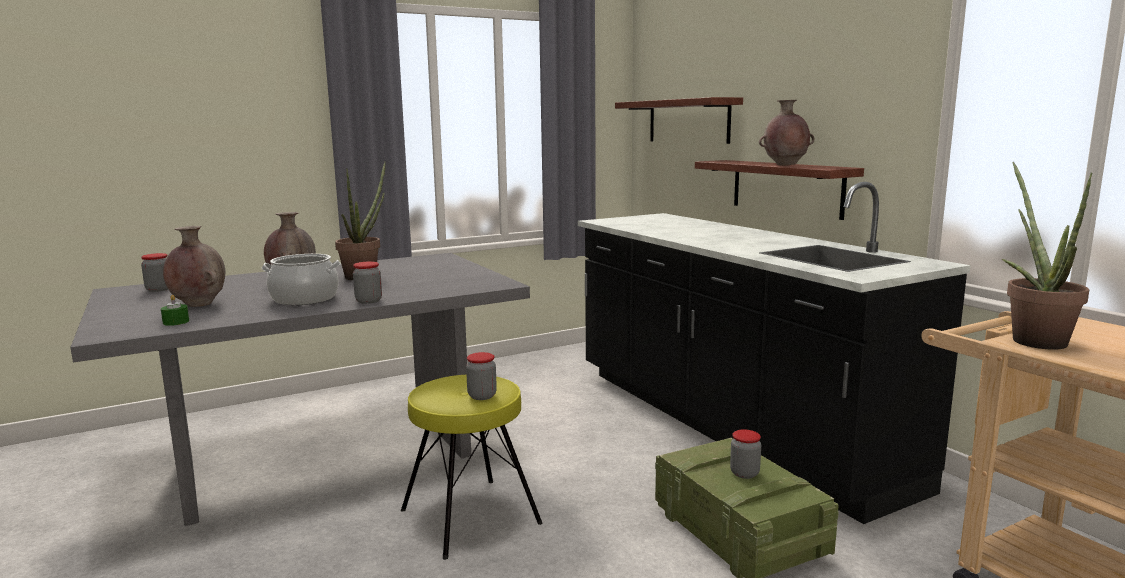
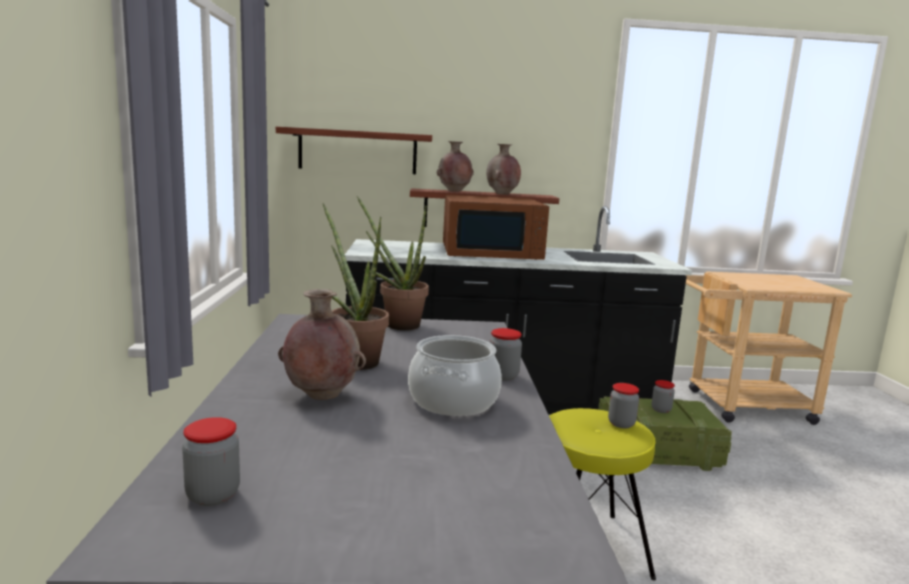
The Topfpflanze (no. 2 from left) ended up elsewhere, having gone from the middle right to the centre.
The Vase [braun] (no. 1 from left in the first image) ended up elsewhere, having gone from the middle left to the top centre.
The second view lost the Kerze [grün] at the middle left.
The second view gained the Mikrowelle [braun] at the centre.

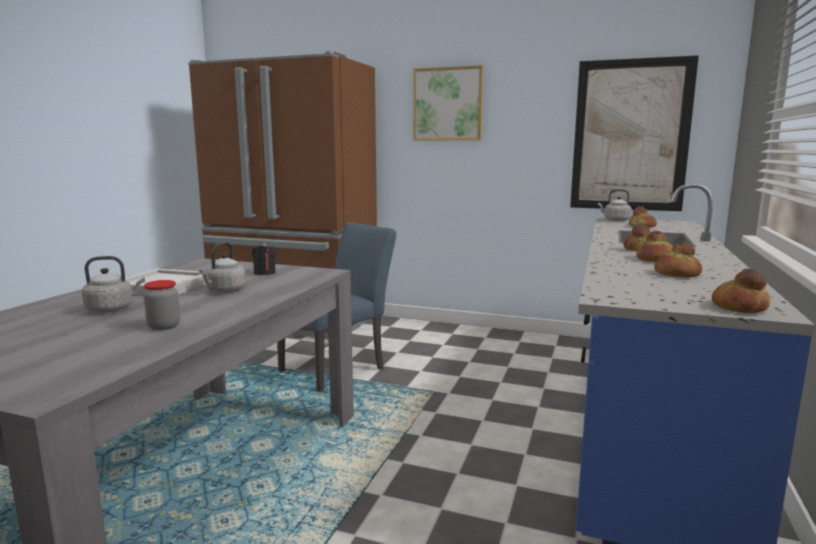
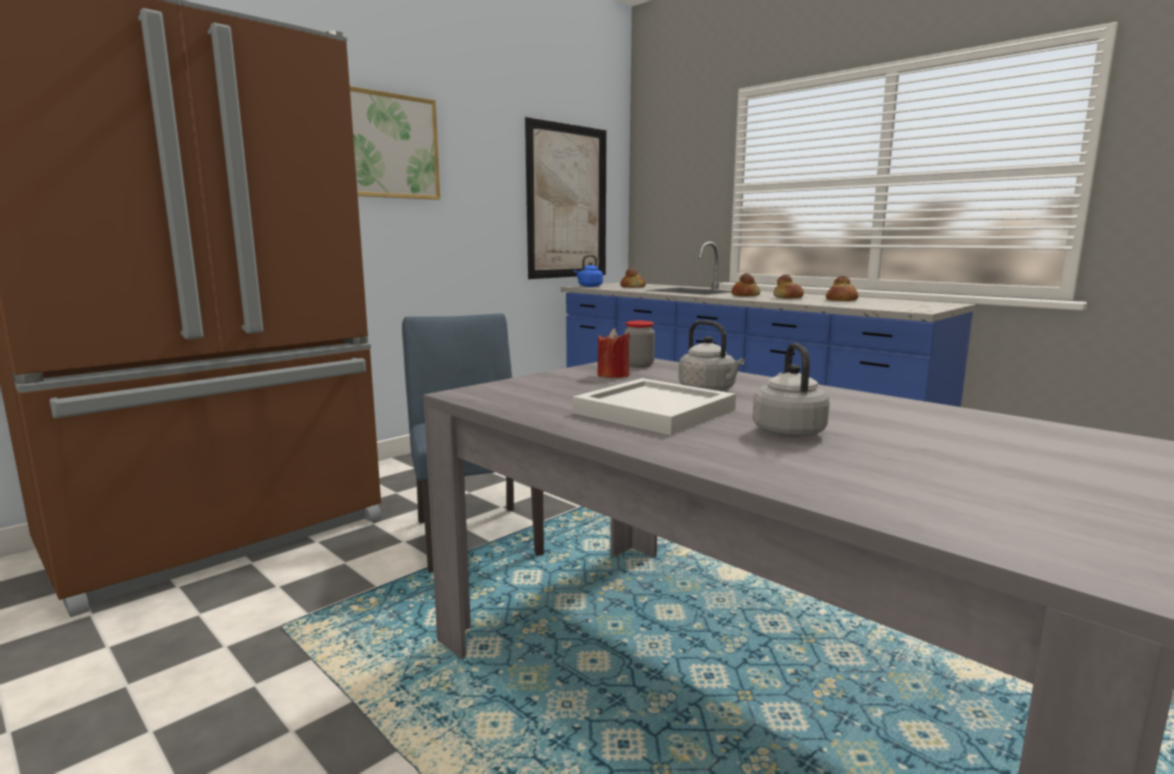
What was the Wasserkessel [grau] (no. 3 from left) at the middle right turned into the Wasserkessel [blau] at the centre.
What was the Kerze [schwarz] at the middle left turned into the Kerze [rot] at the centre.
The second view lost the Brot (no. 5 from left) at the middle right.
The Vorratsglas ended up elsewhere, having gone from the middle left to the centre.

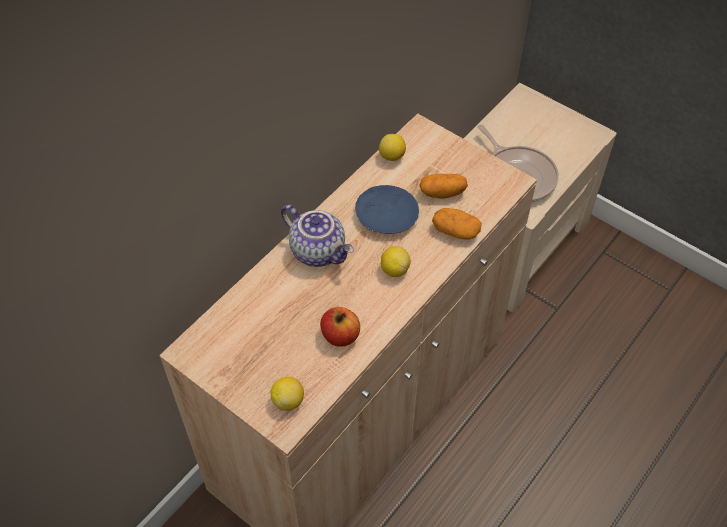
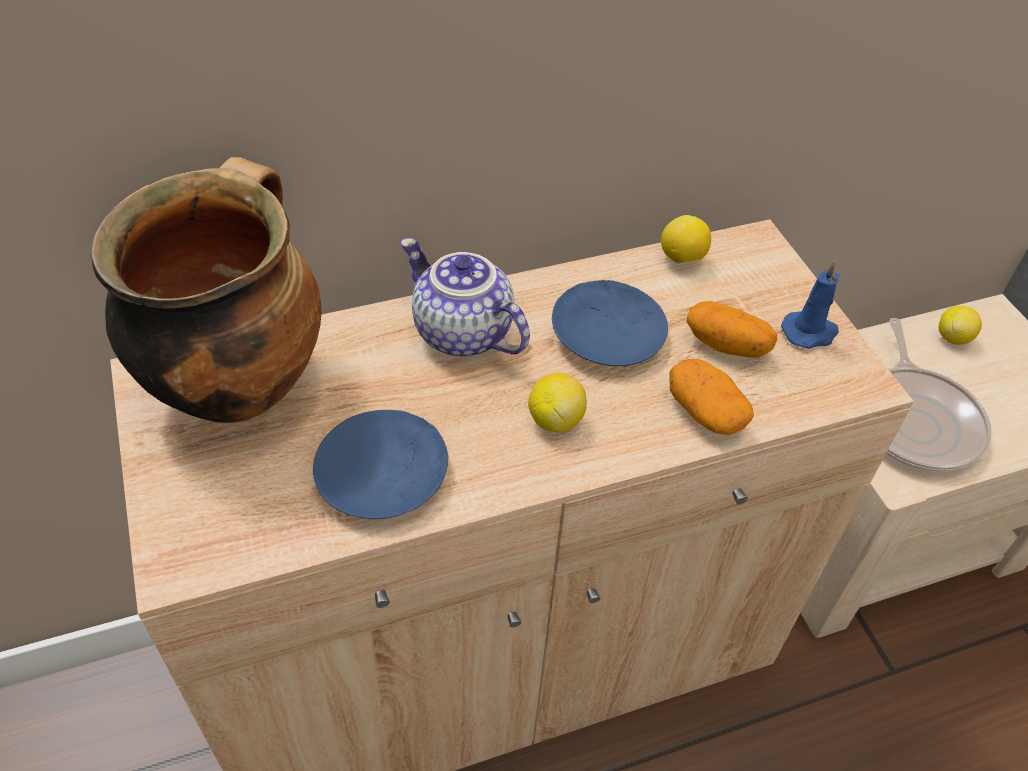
The Teekanne at the centre ended up facing another way, 150 degrees clockwise from before.
Where the Apfel stood at the centre, the Teller [blau] (no. 1 from left) came to stand at the centre.
The Zitrone (no. 1 from left in the first image) ended up elsewhere, having gone from the bottom centre to the middle right.
The second view gained the Kochtopf at the middle left.
The second view gained the Kerze [blau] at the middle right.

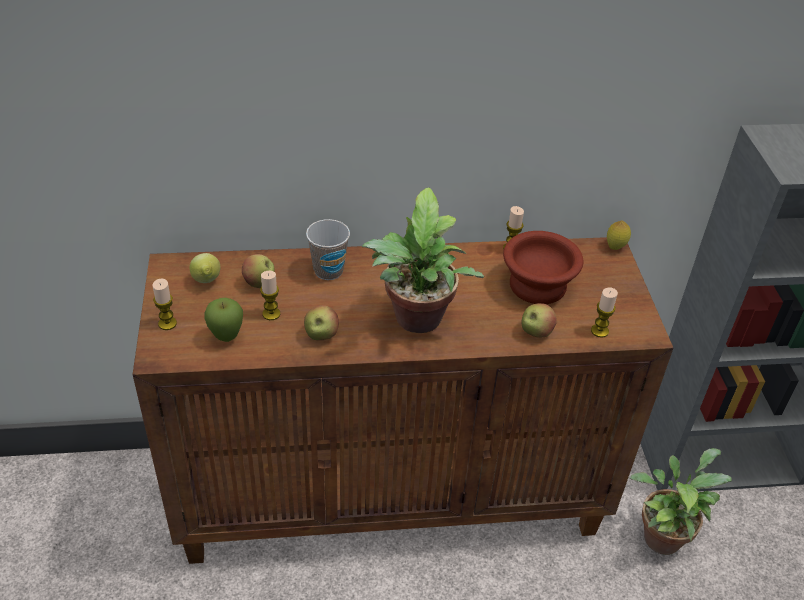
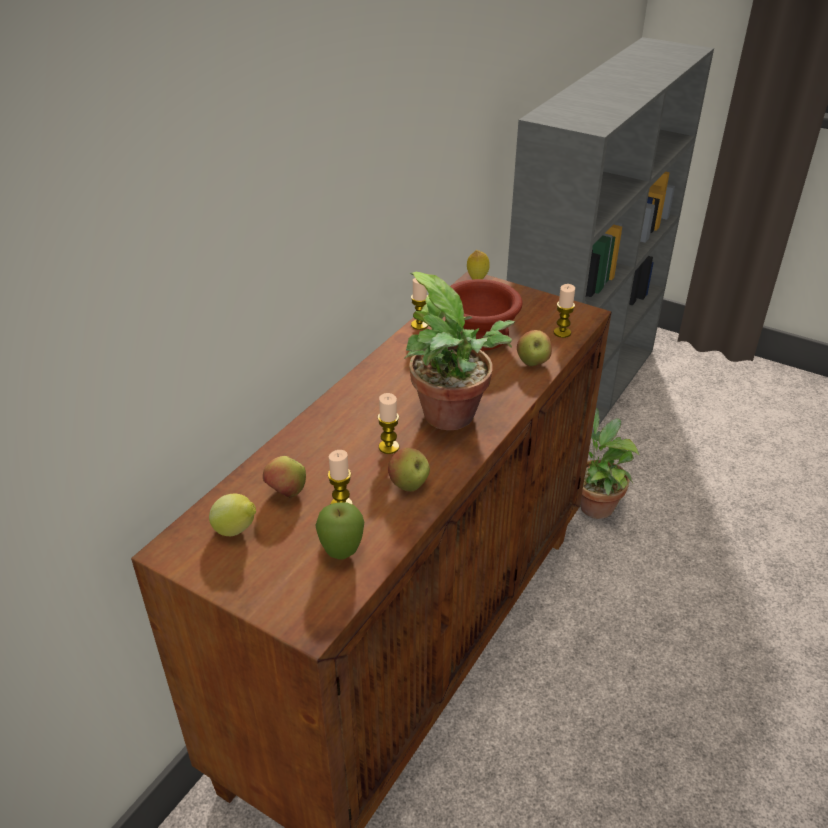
The second view lost the Tasse at the centre.
The Kerze (no. 1 from left in the first image) ended up elsewhere, having gone from the middle left to the centre.

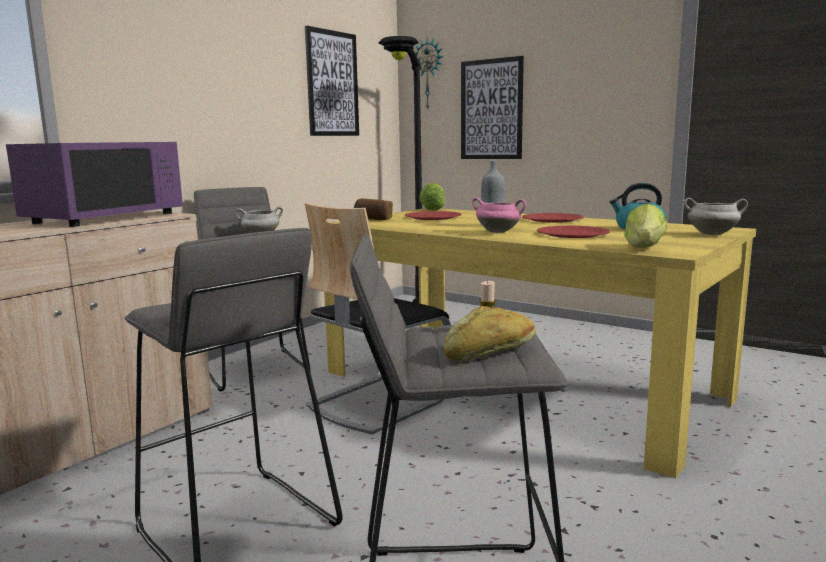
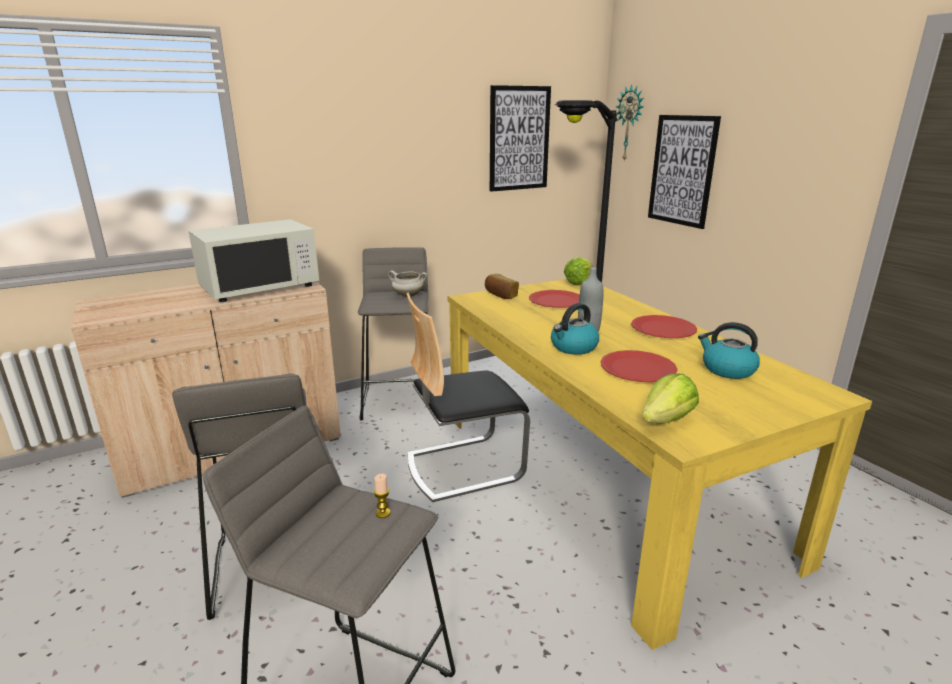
What was the Mikrowelle [lila] at the top left turned into the Mikrowelle [weiß] at the middle left.
Where the Kochtopf [rosa] stood at the centre, the Wasserkessel (no. 1 from left) came to stand at the centre.
The second view lost the Kochtopf [weiß] (no. 2 from left) at the middle right.
The second view lost the Brot (no. 2 from left) at the centre.

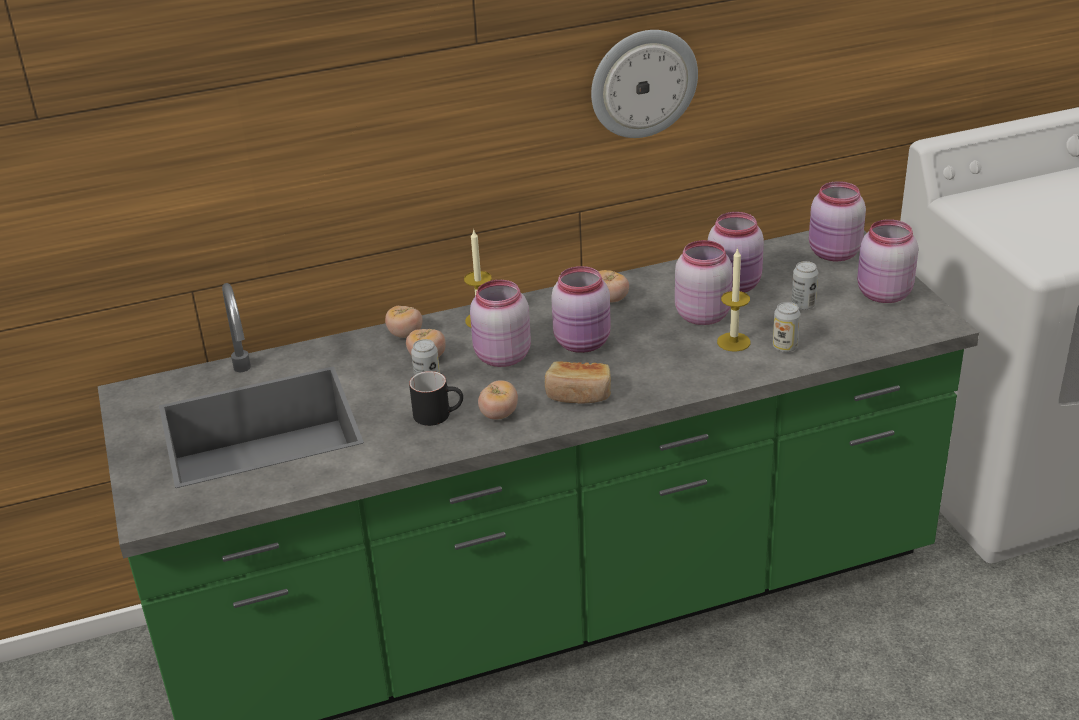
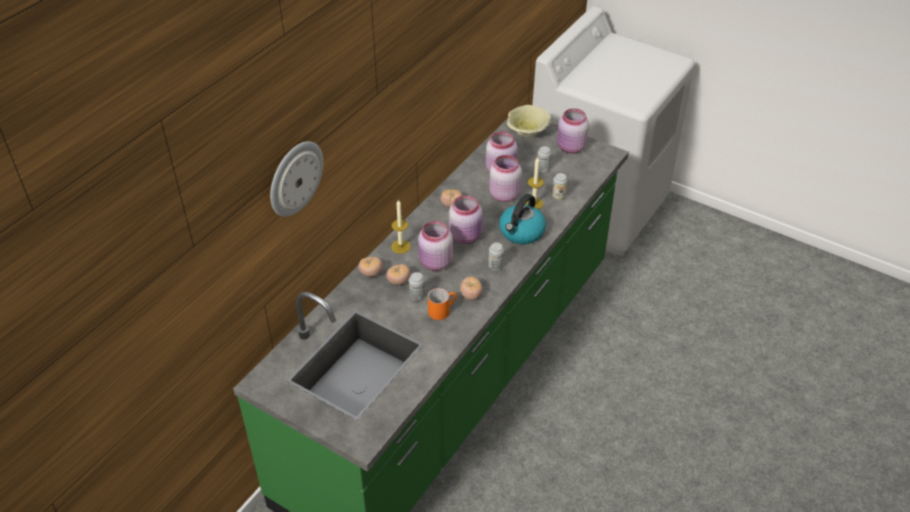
The Wanduhr ended up elsewhere, having gone from the top centre to the middle left.
Where the Vorratsglas [rosa] (no. 5 from left) stood at the top right, the Schüssel [beige] came to stand at the top centre.
Where the Brot stood at the centre, the Dose (no. 2 from left) came to stand at the centre.
What was the Henkelbecher [schwarz] at the centre turned into the Henkelbecher [orange] at the centre.
The second view gained the Wasserkessel at the centre.

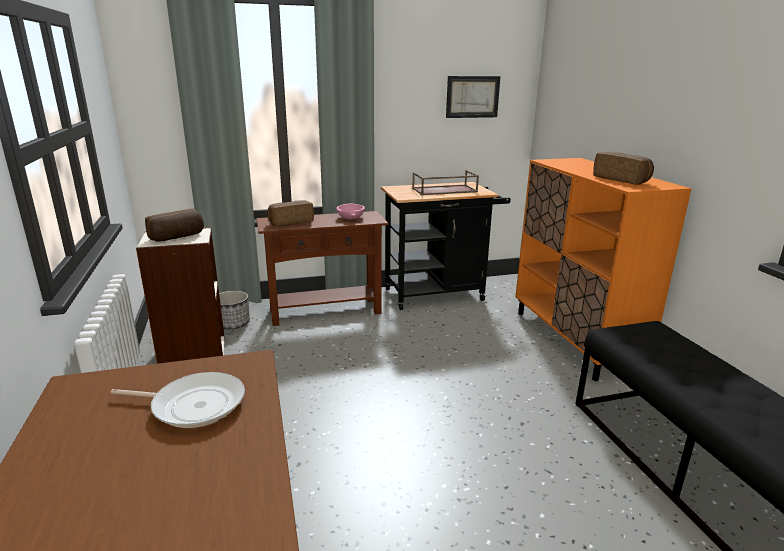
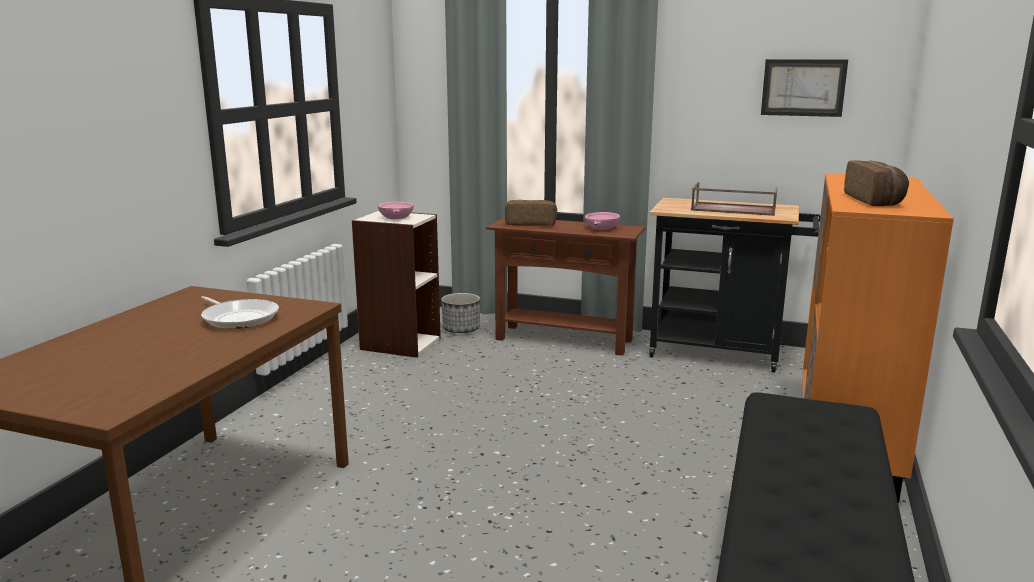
Where the Brot (no. 1 from left) stood at the middle left, the Schüssel [rosa] (no. 1 from left) came to stand at the centre.

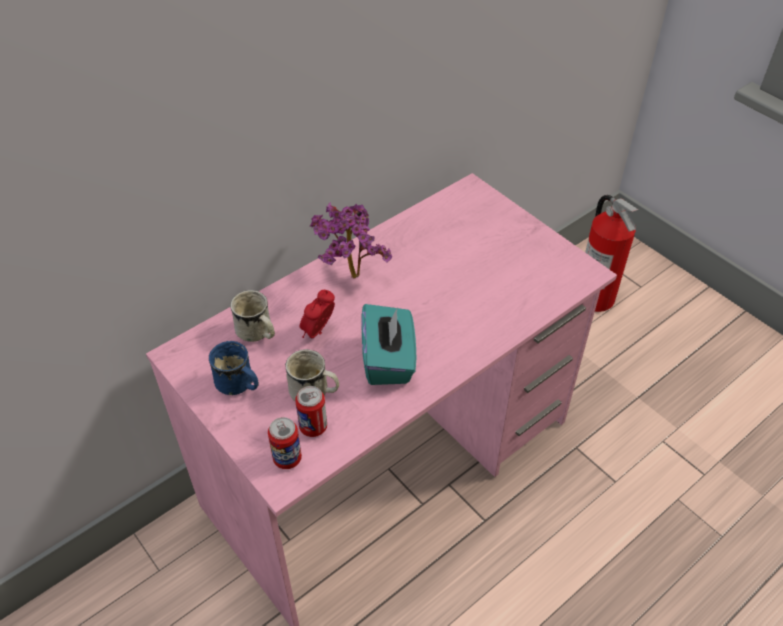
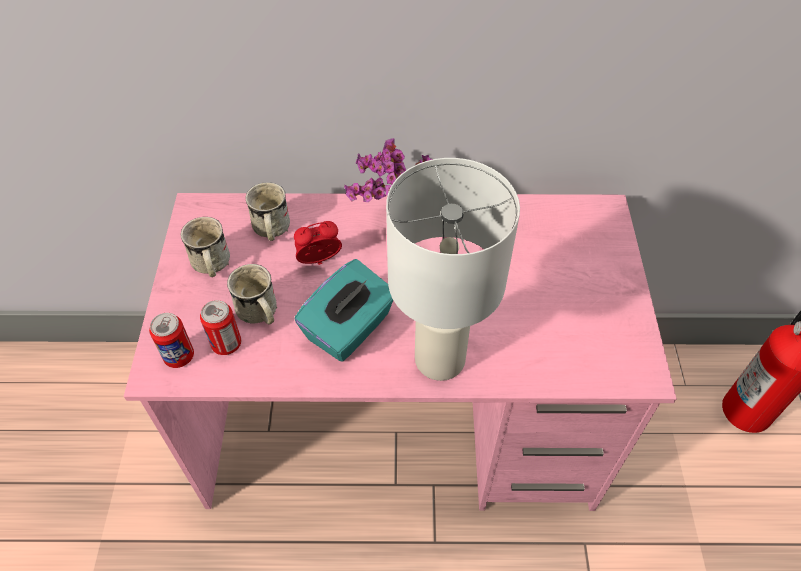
What was the Henkelbecher [blau] at the middle left turned into the Henkelbecher [weiß] (no. 1 from left) at the middle left.
The second view gained the Tischlampe [weiß] at the centre.

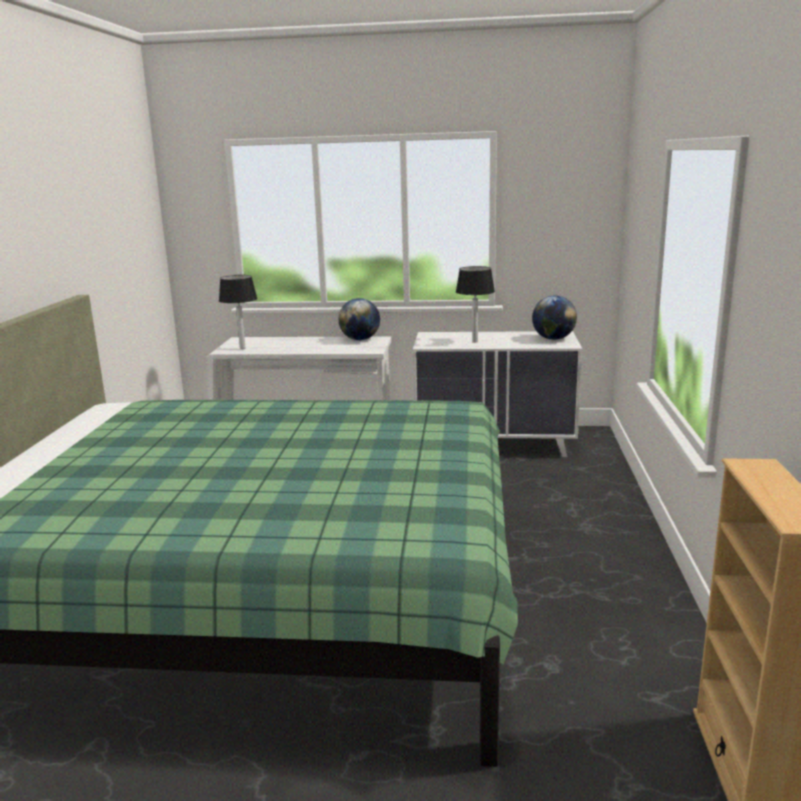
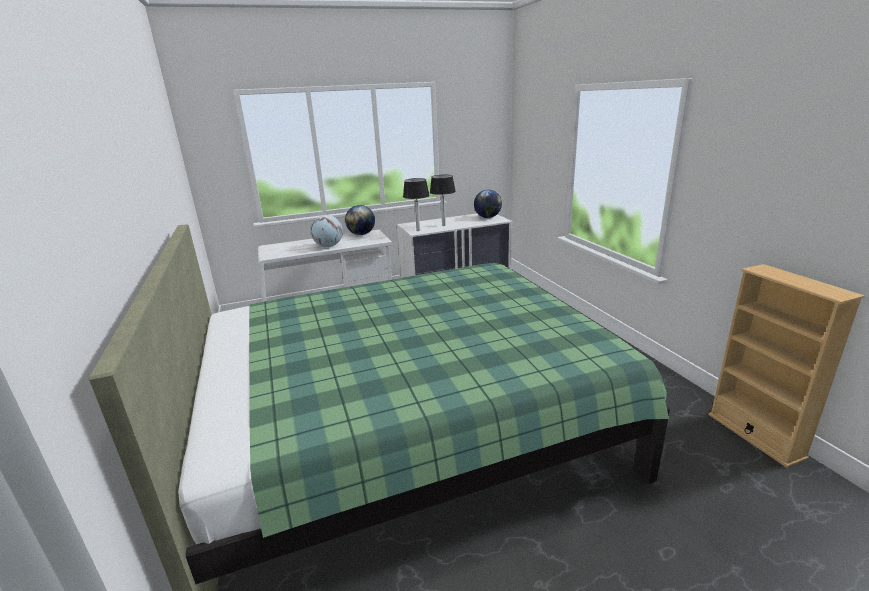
The Tischlampe (no. 1 from left) ended up elsewhere, having gone from the middle left to the centre.
The second view gained the Globus (no. 1 from left) at the centre.

